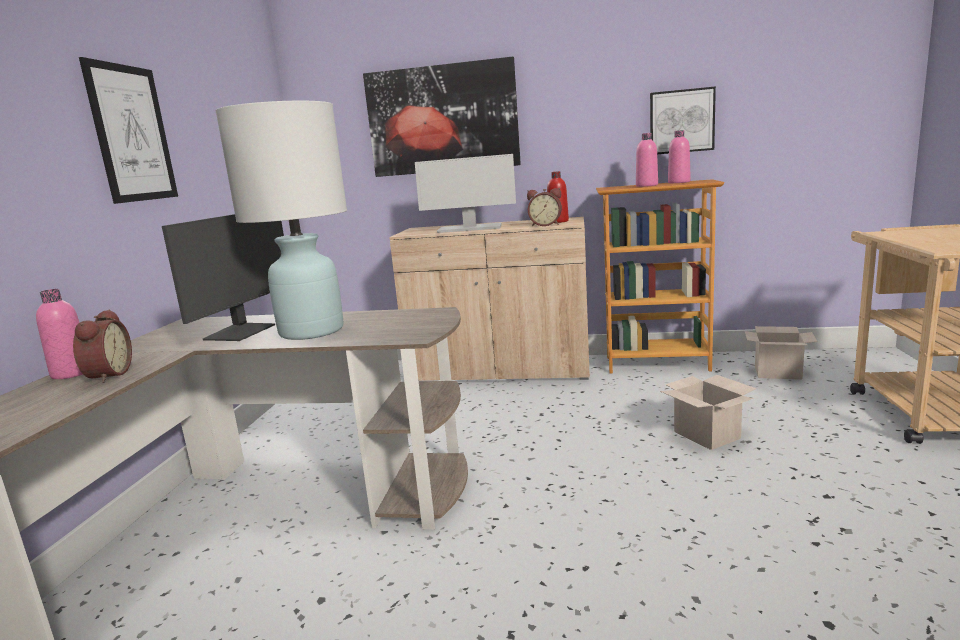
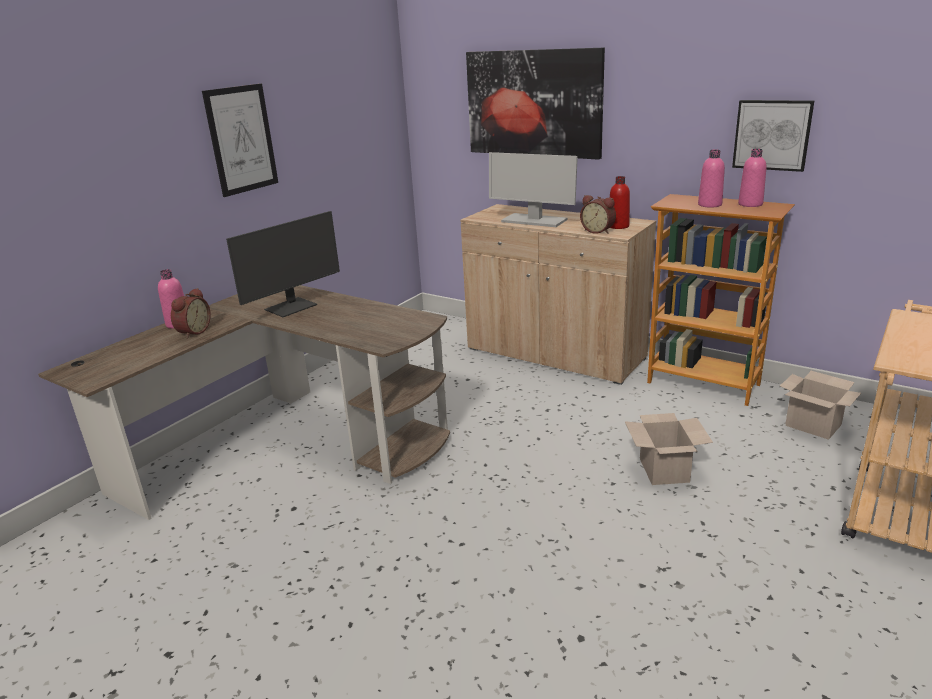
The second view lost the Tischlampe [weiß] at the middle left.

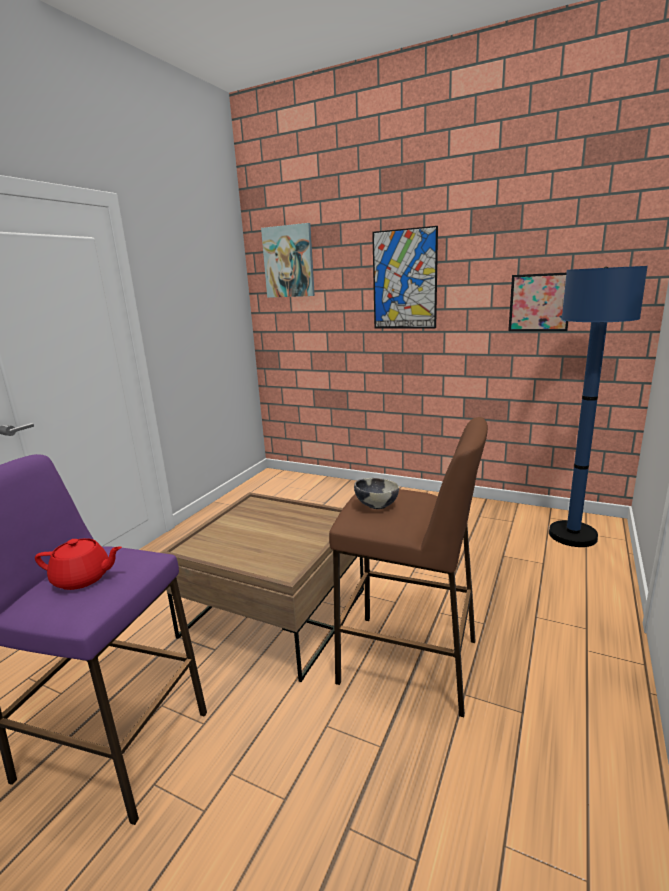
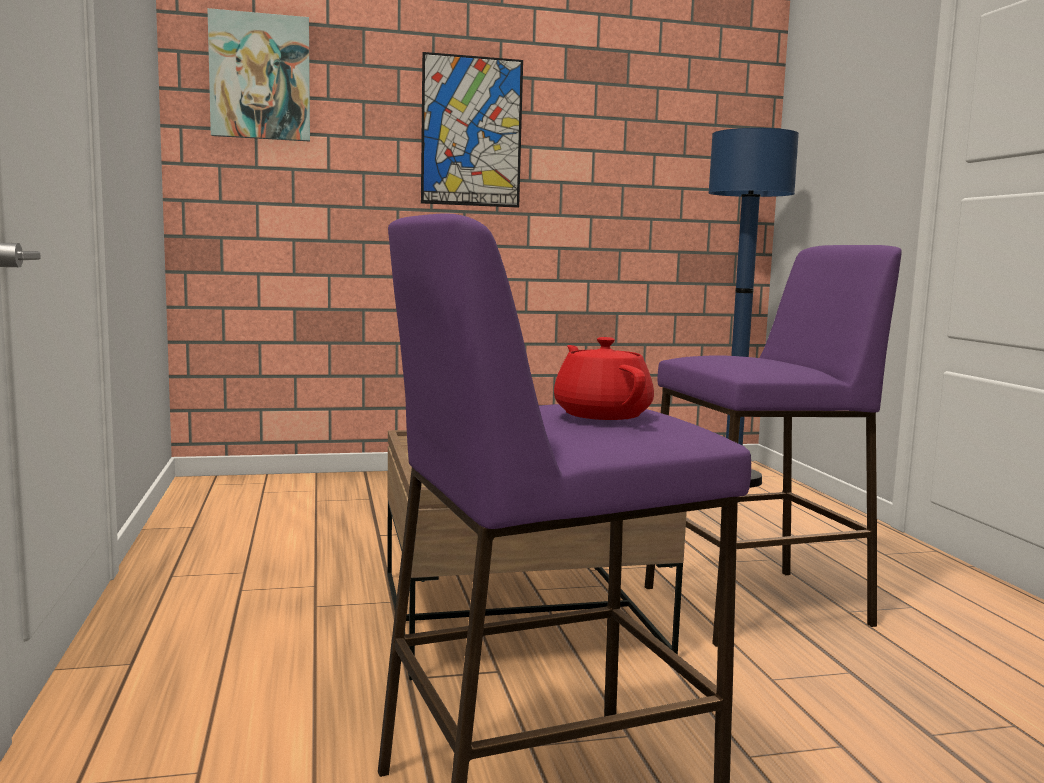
The second view lost the Bild (no. 3 from left) at the middle right.
What was the Hocker [braun] at the centre turned into the Hocker [lila] (no. 2 from left) at the middle right.
The second view lost the Schüssel at the centre.
The Teekanne [rot] at the middle left ended up facing another way, 75 degrees counterclockwise from before.

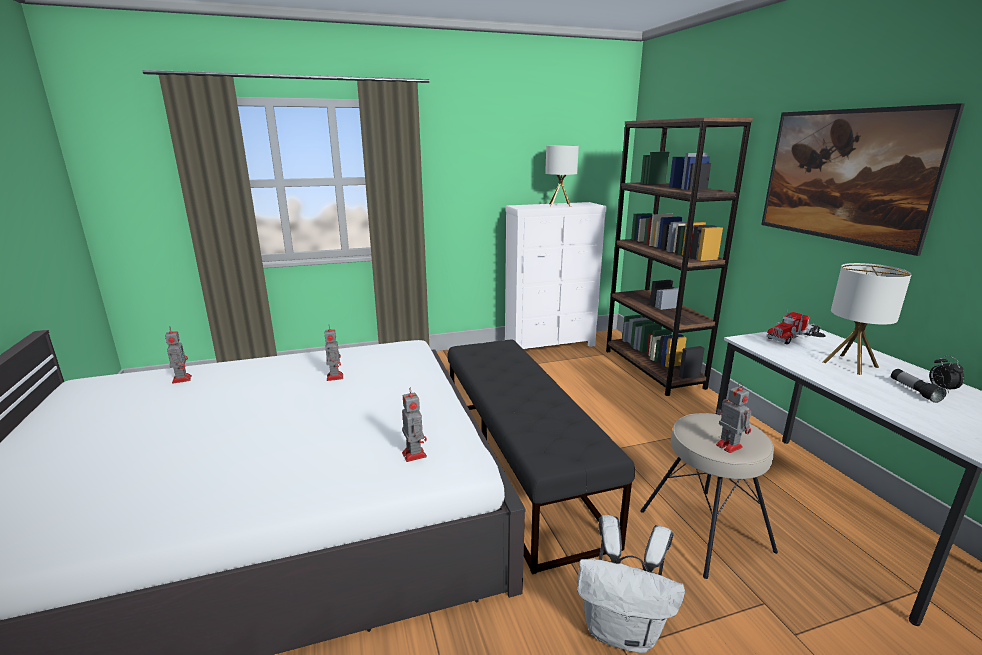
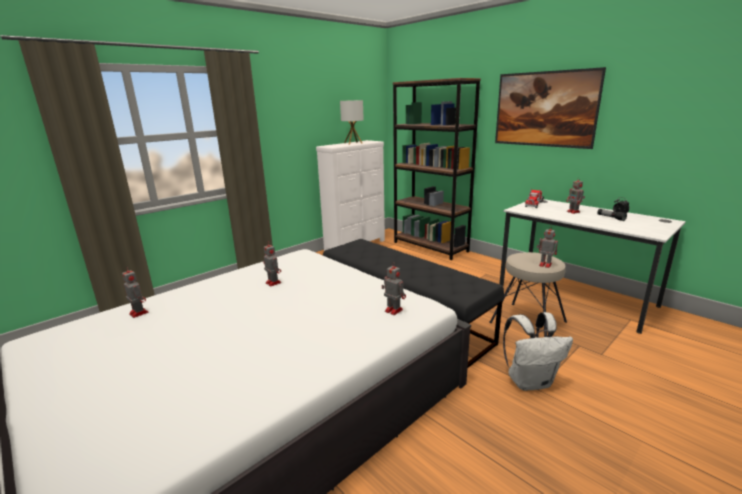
Where the Tischlampe (no. 2 from left) stood at the middle right, the Spielzeugroboter (no. 5 from left) came to stand at the middle right.

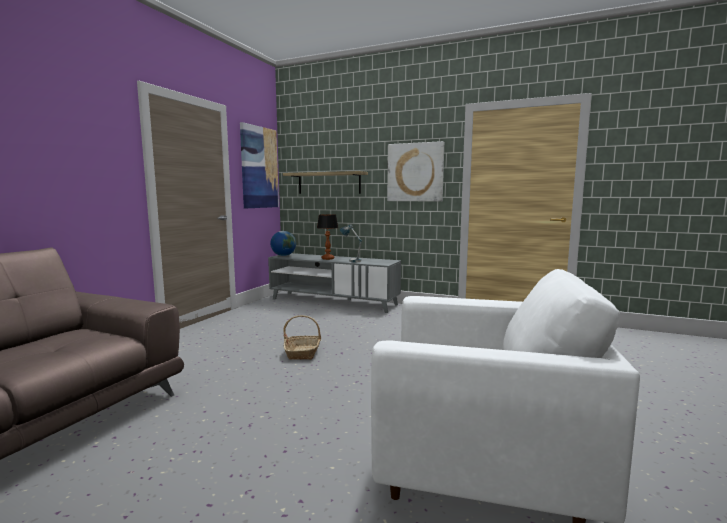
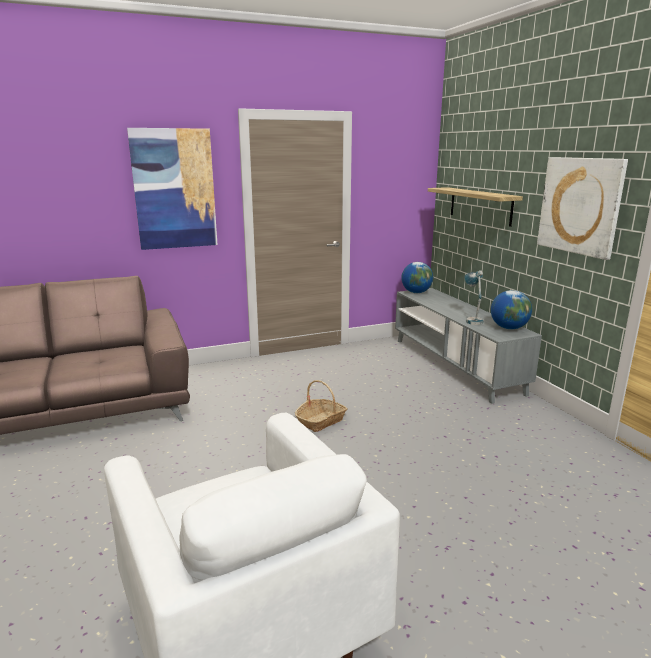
The Bild (no. 1 from left) ended up elsewhere, having gone from the top centre to the top left.
The second view lost the Tischlampe (no. 1 from left) at the centre.
The second view gained the Globus (no. 2 from left) at the middle right.

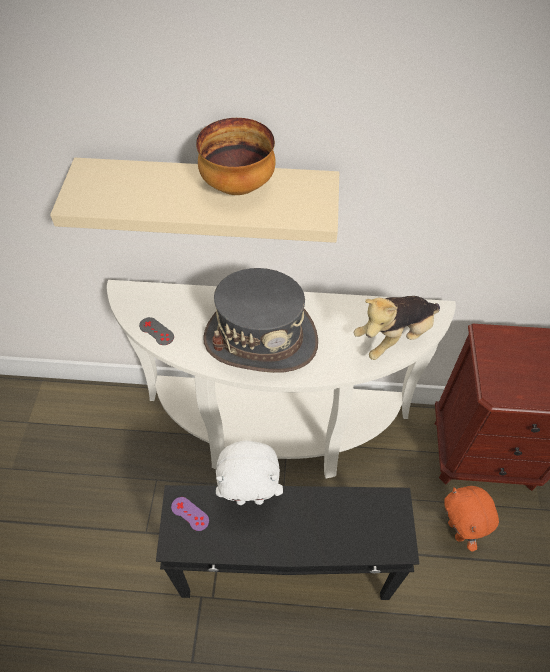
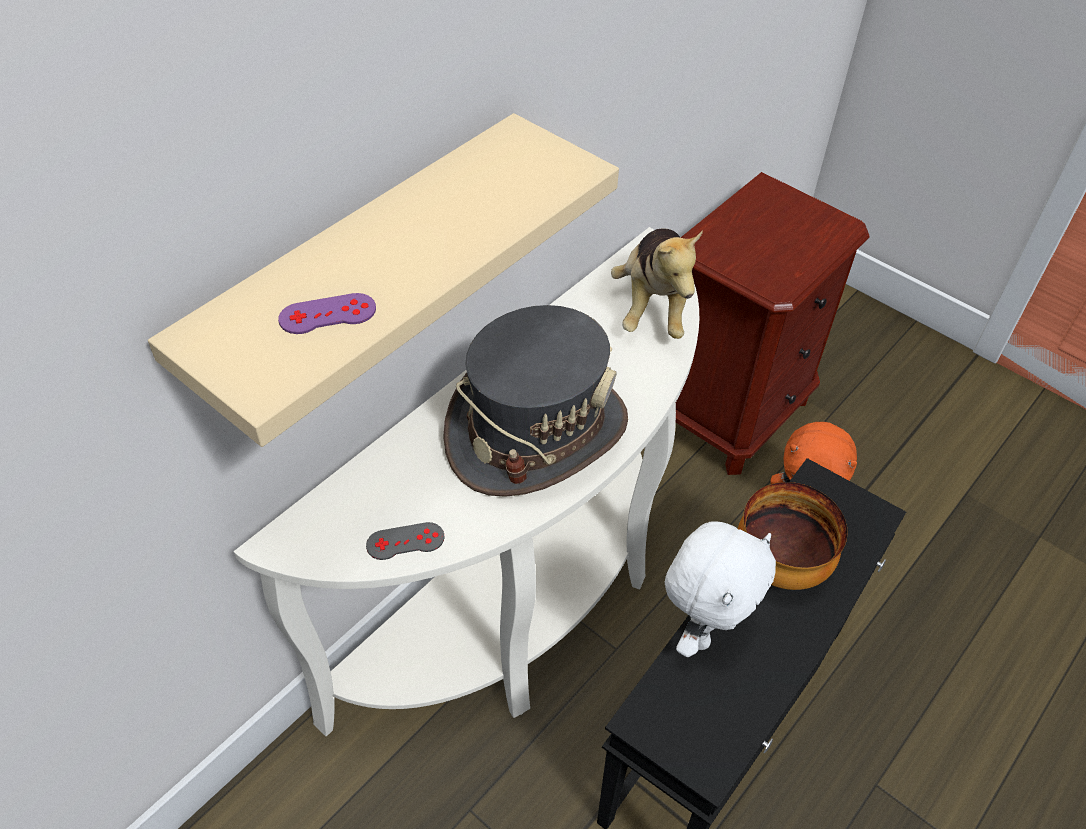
The Schüssel ended up elsewhere, having gone from the top centre to the middle right.
The Gamepad [lila] ended up elsewhere, having gone from the bottom centre to the middle left.

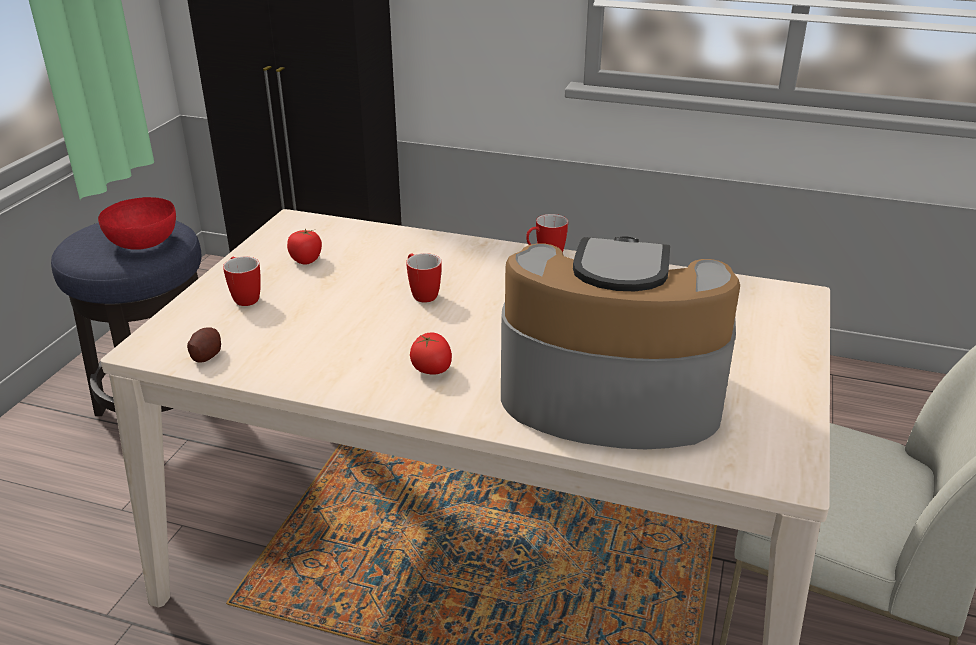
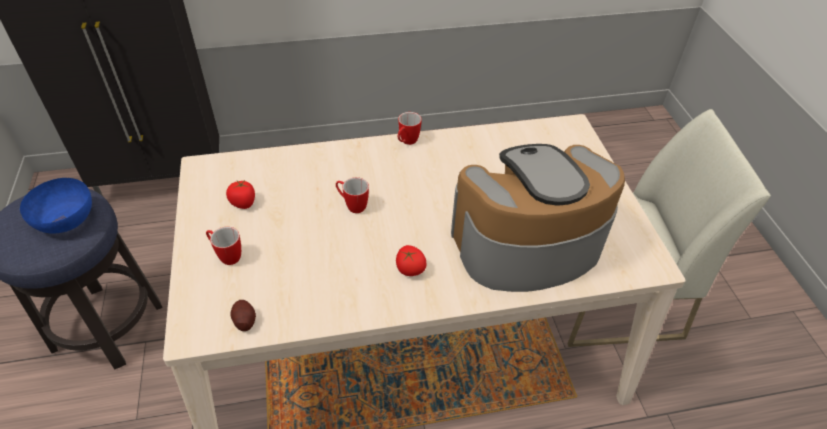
What was the Schüssel [rot] at the middle left turned into the Schüssel [blau] at the middle left.

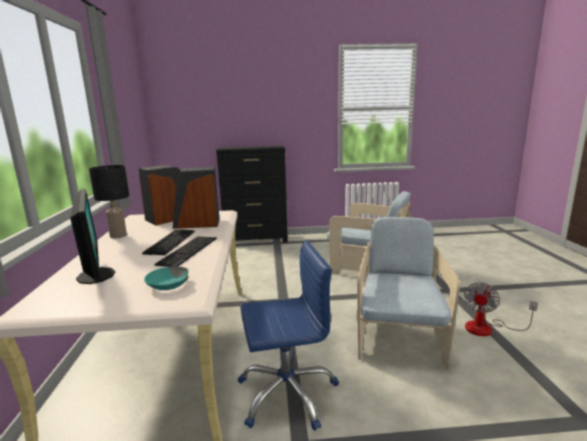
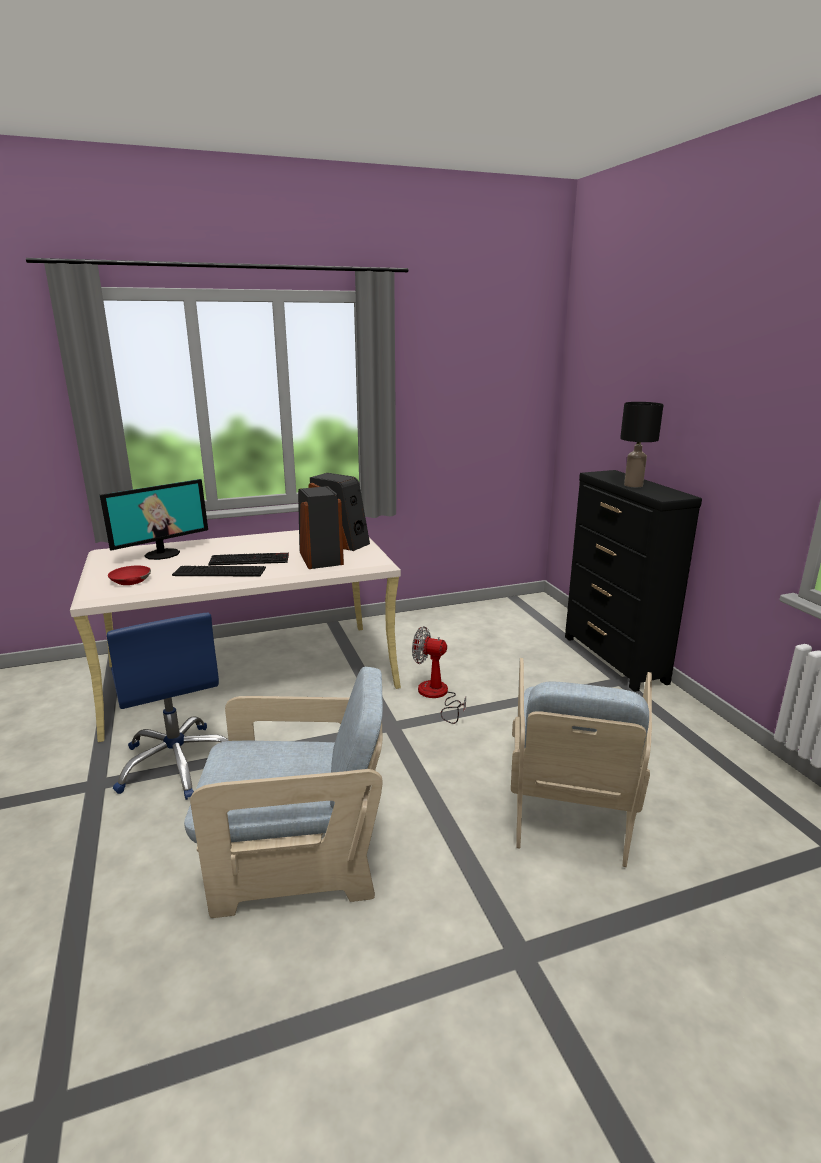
The Tischlampe [schwarz] ended up elsewhere, having gone from the middle left to the middle right.
What was the Schüssel [türkis] at the middle left turned into the Schüssel [rot] at the middle left.
The Ventilator ended up elsewhere, having gone from the bottom right to the centre.

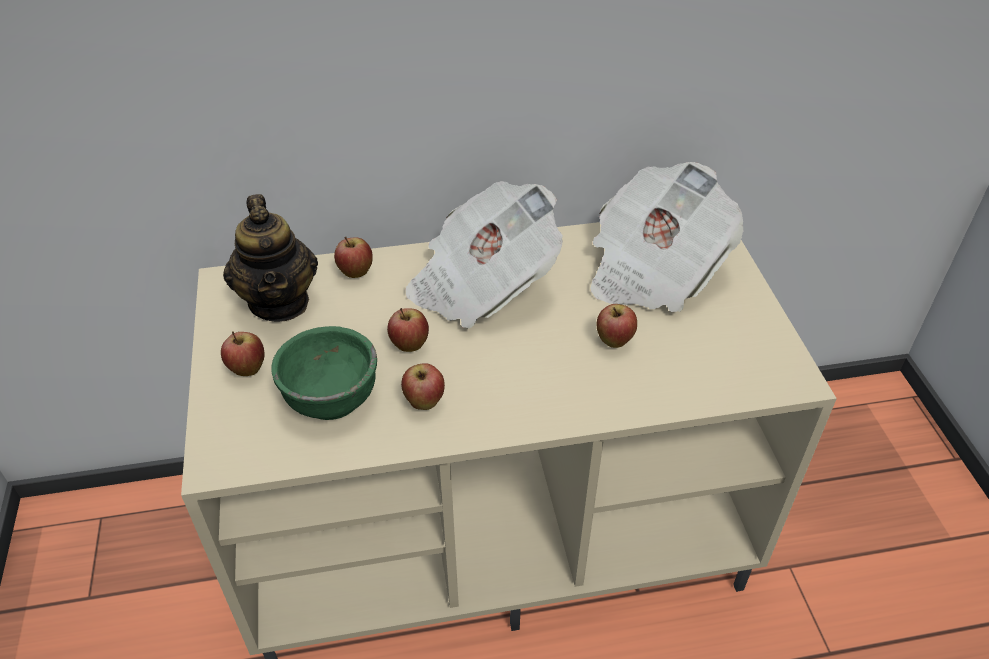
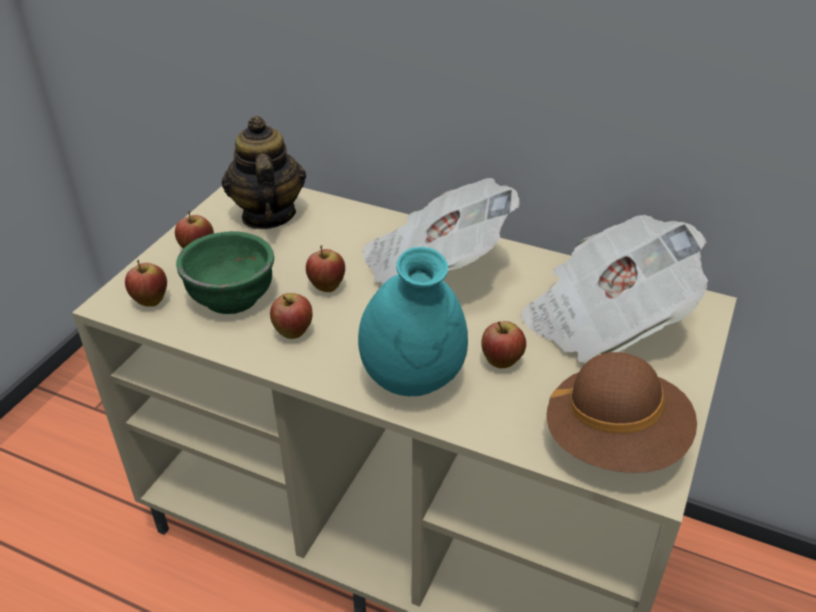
The Teekanne at the middle left ended up facing another way, 150 degrees clockwise from before.
The Apfel (no. 2 from left in the first image) ended up elsewhere, having gone from the centre to the middle left.
The second view gained the Vase [türkis] at the centre.
The second view gained the Hut [braun] at the bottom right.

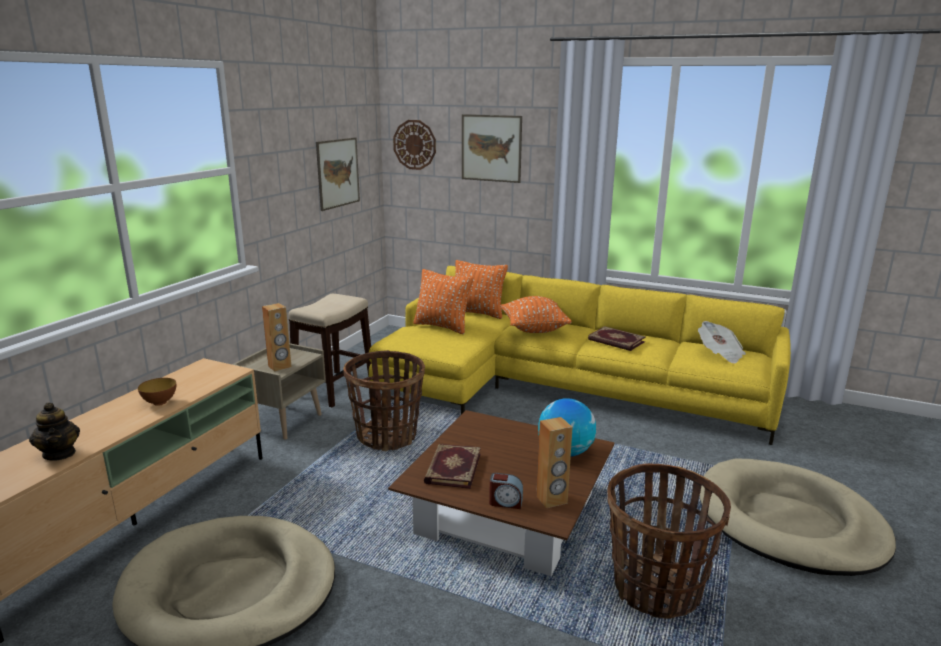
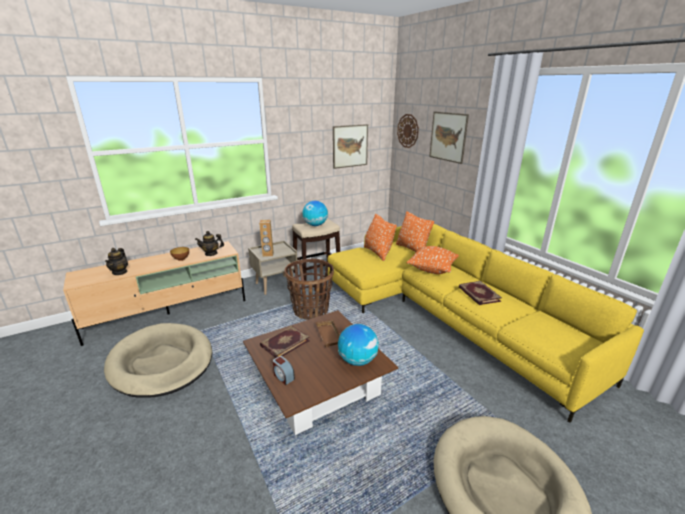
The second view lost the Zeitung at the middle right.
The second view lost the Lautsprecher [braun] (no. 2 from left) at the bottom centre.
The second view lost the Korb (no. 2 from left) at the bottom right.
The second view gained the Globus (no. 1 from left) at the centre.
The second view gained the Teekanne (no. 2 from left) at the middle left.
The second view gained the Tablett [braun] at the centre.

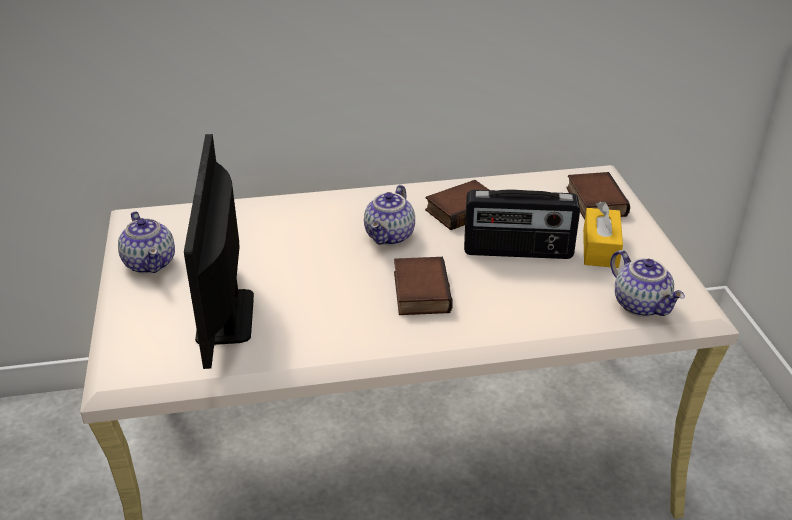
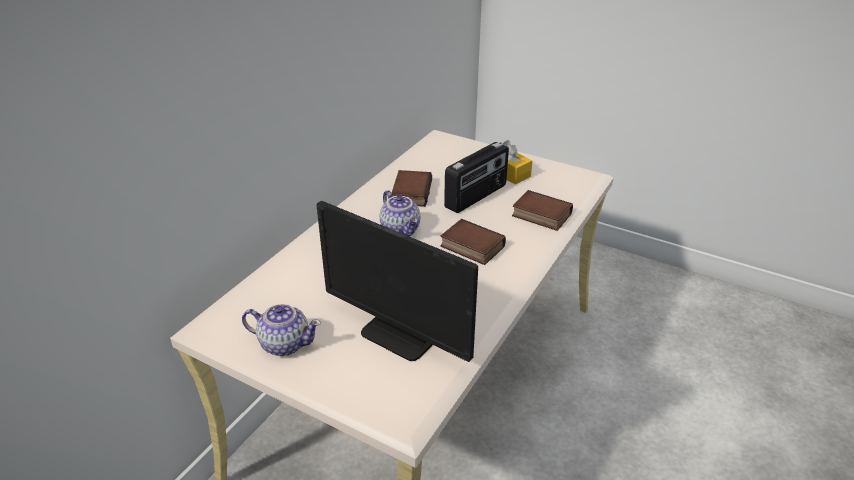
The Buch (no. 3 from left) ended up elsewhere, having gone from the middle right to the centre.
The second view lost the Teekanne (no. 3 from left) at the middle right.

